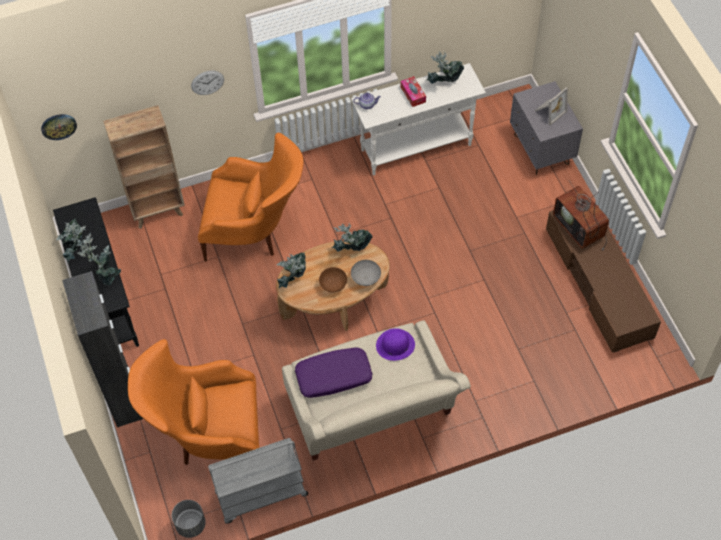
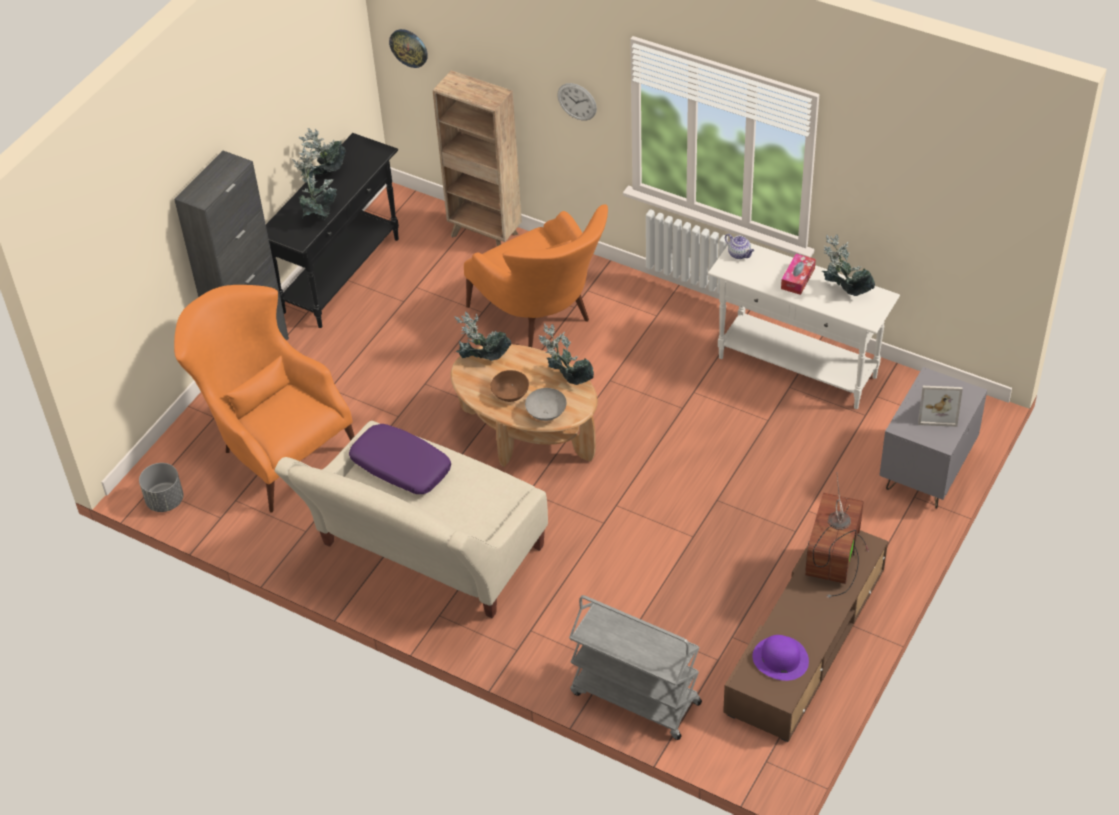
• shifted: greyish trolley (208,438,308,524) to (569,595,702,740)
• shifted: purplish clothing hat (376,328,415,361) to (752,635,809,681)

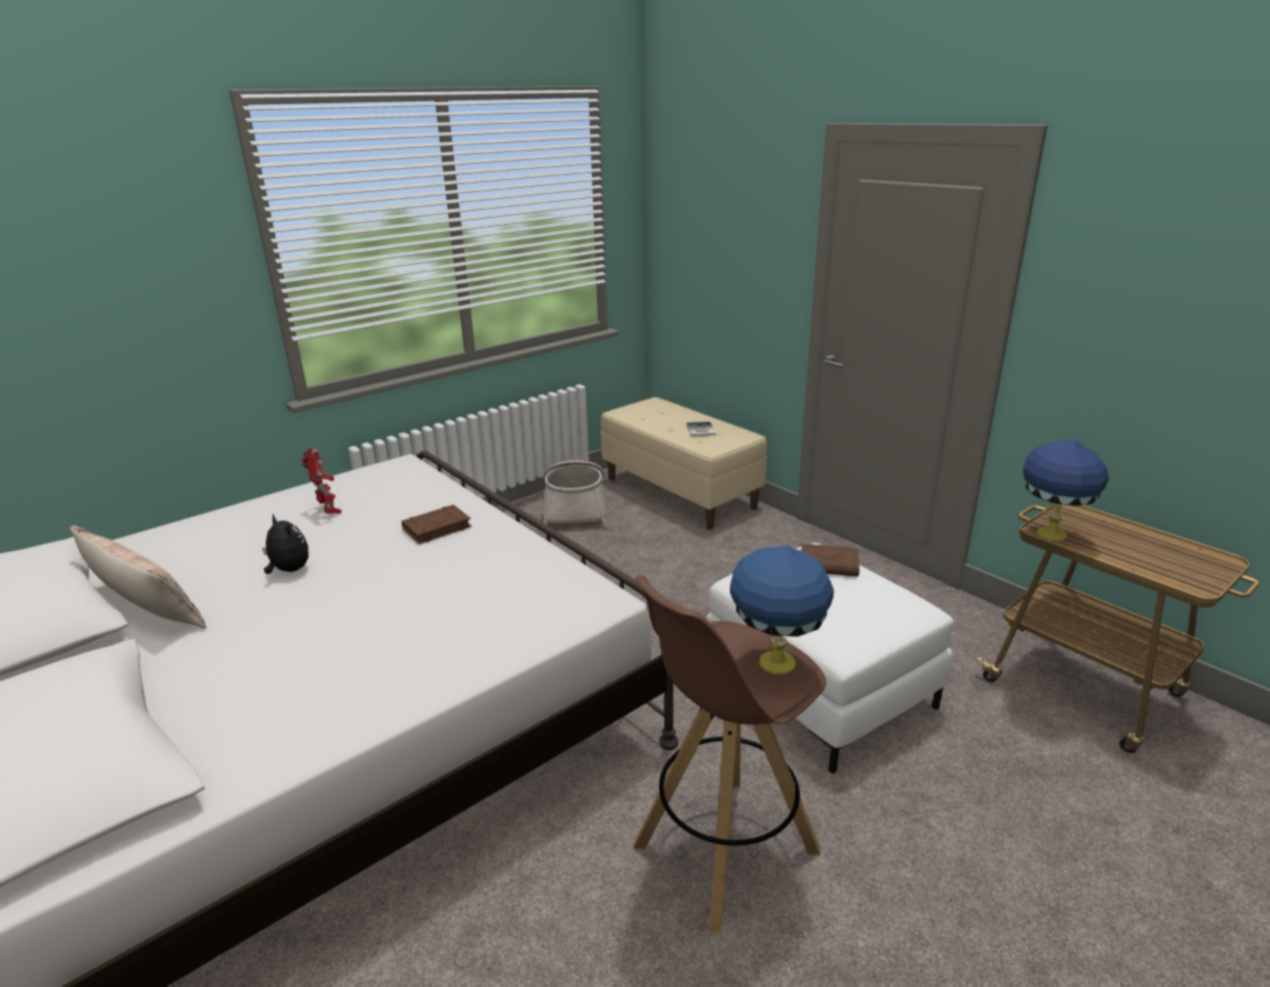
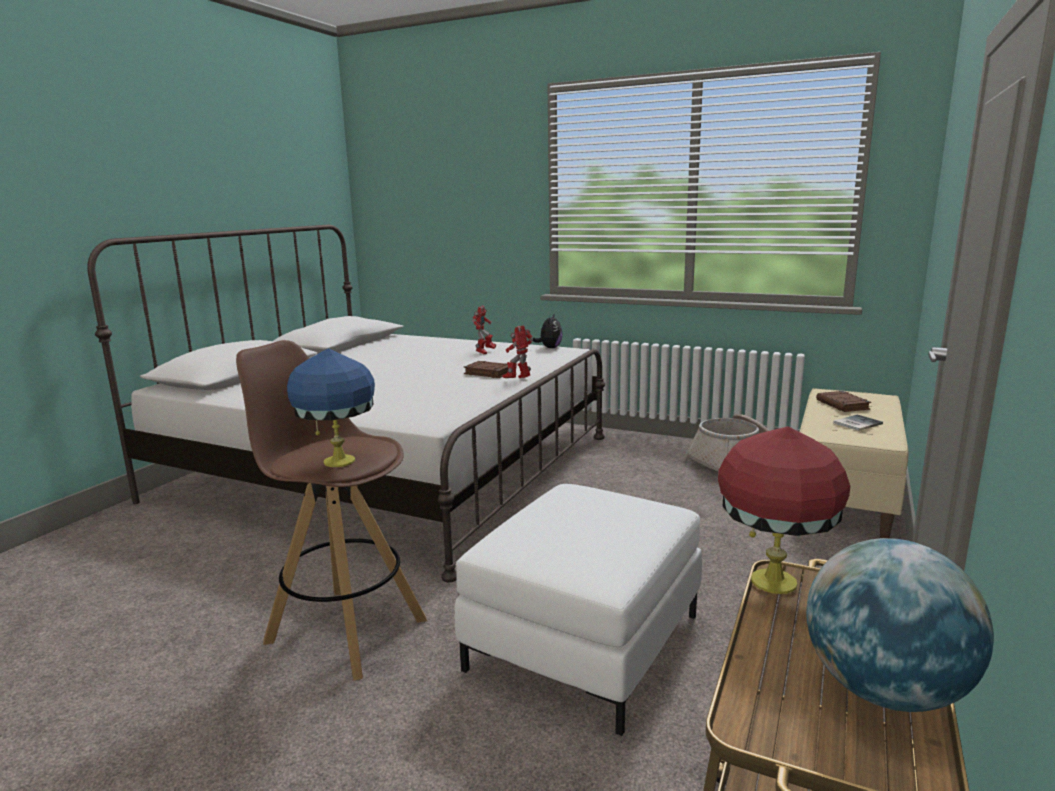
• gone: throw pillow (70,525,206,629)
• shifted: cuddly toy (262,514,308,574) to (533,313,563,348)
• shifted: brown book (801,544,860,577) to (816,391,871,412)
• repainted: blue-coloured lamp for a table (1023,439,1109,541) to reddish lamp for a table (718,426,850,594)
• new: toy robot (503,325,533,378)
• new: desk globe (806,538,994,712)

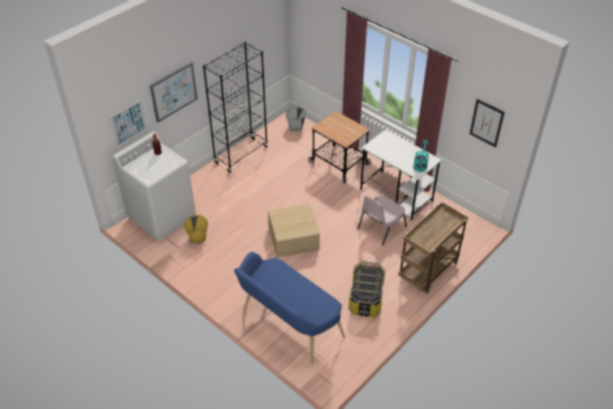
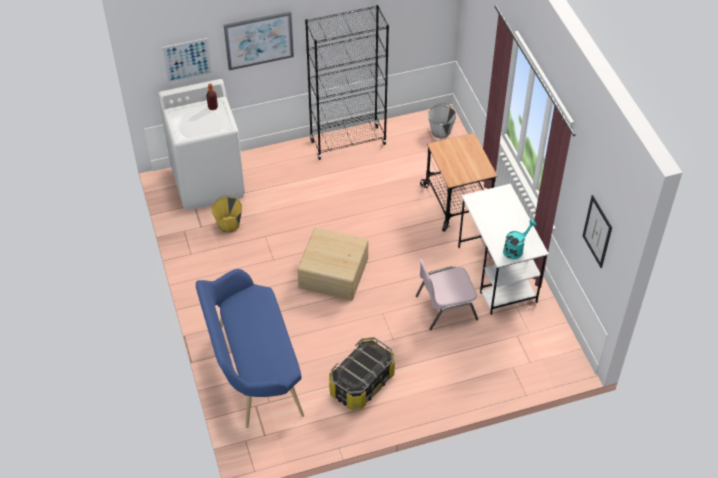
• gone: brown trolley (398,202,468,293)

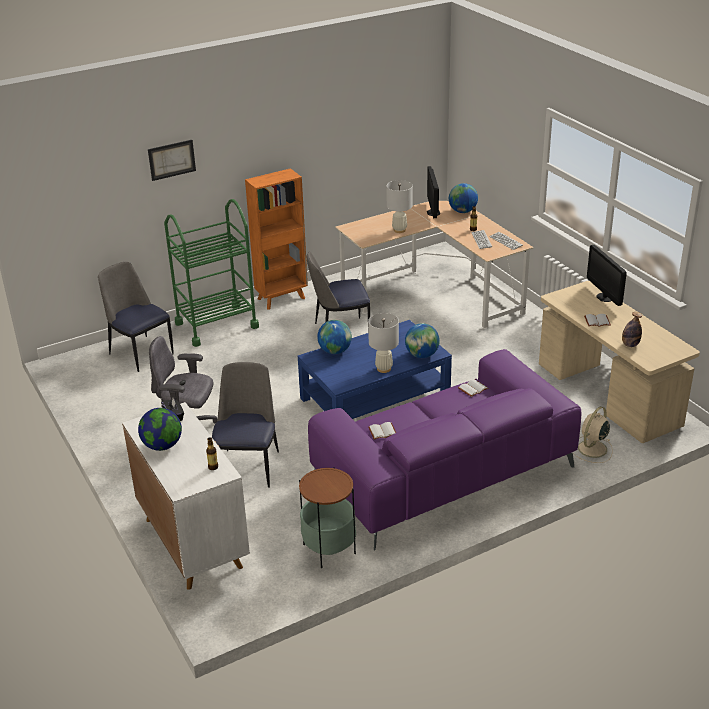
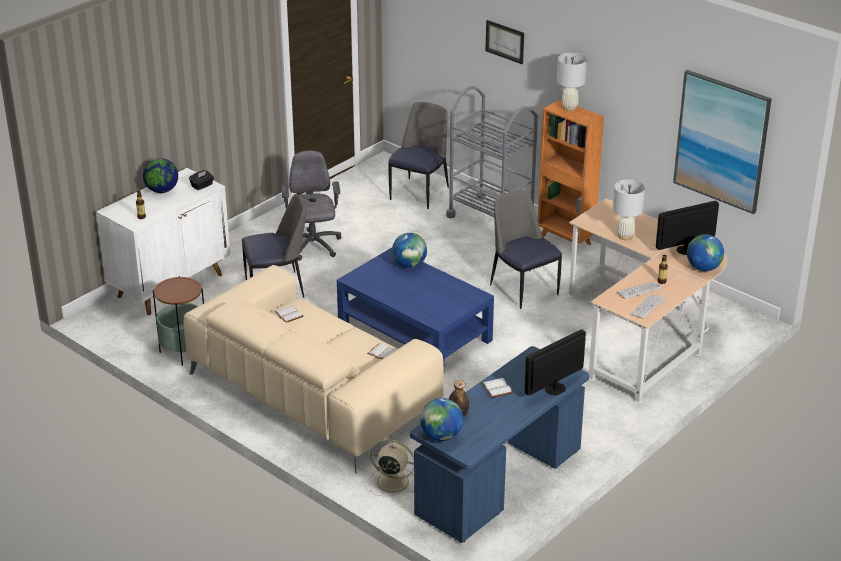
• repainted: green-coloured trolley (164,199,259,347) to greyish trolley (446,86,538,218)
• repainted: purplish settee (308,349,581,550) to beige-coloured settee (184,265,444,473)
• shifted: white lamp for a table (368,313,399,373) to (557,53,587,111)
• shifted: desk globe (405,323,440,358) to (420,398,463,441)
• repainted: beige-coloured desk table (539,281,700,443) to blue-coloured desk table (410,346,589,543)
• new: wall art (673,70,772,214)

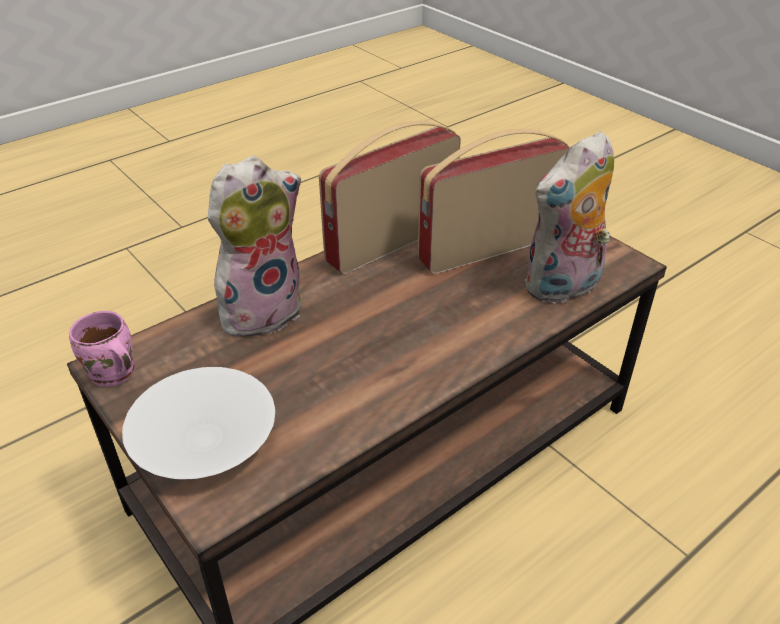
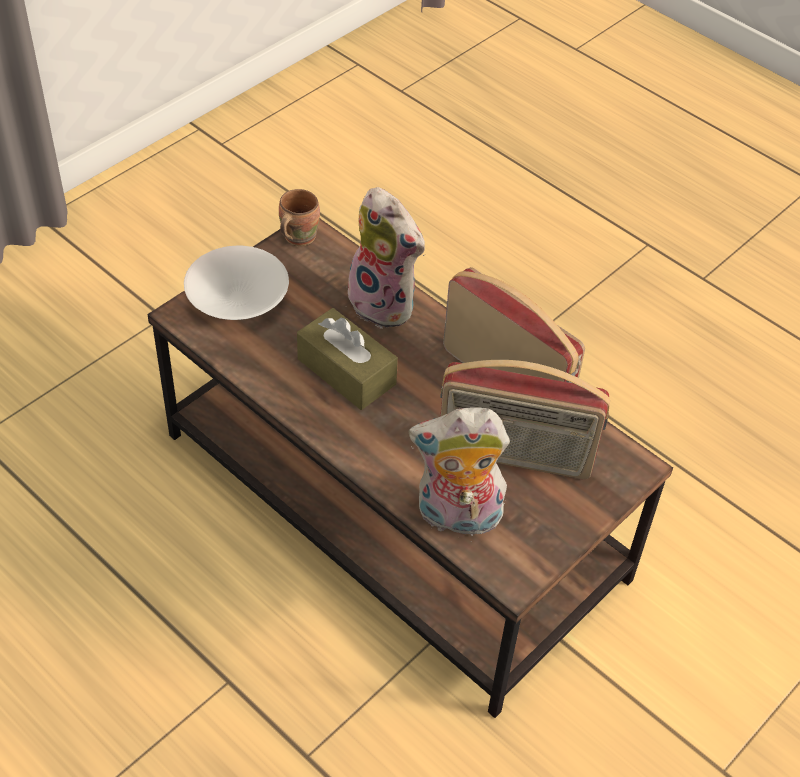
• repainted: pinkish coffee mug (69,311,135,387) to brown coffee mug (279,189,320,246)
• rotated: radio set (418,129,570,274) = (440,360,610,479) 135 degrees clockwise
• rotated: cuddly toy (525,131,614,303) = (409,407,510,536) 45 degrees counterclockwise
• new: brown tissue holder (297,308,398,410)

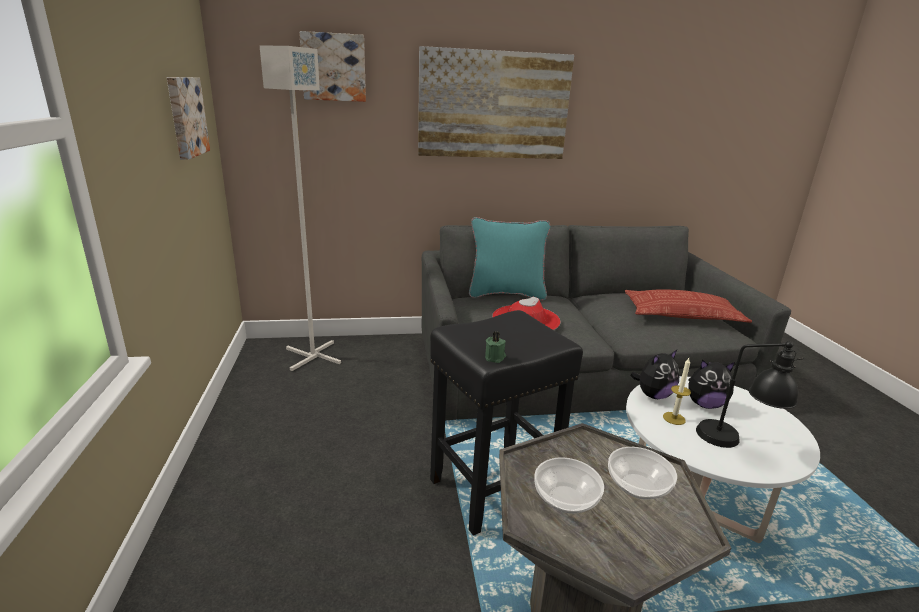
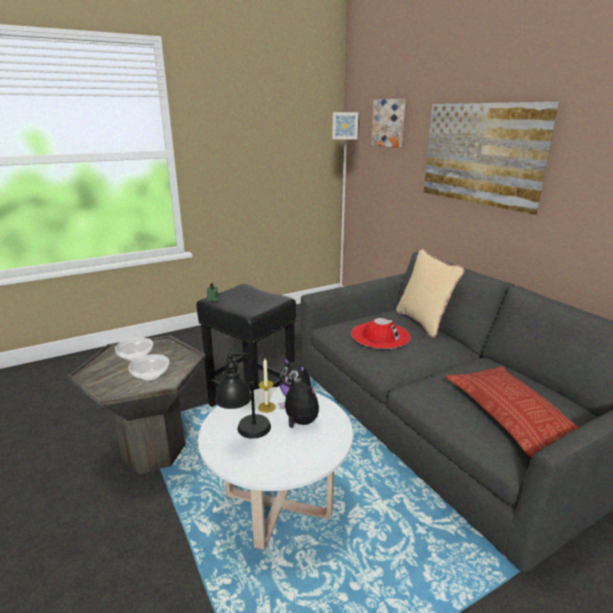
• gone: wall art (167,77,210,160)
• repainted: turquoise-coloured throw pillow (469,217,550,301) to beige-coloured throw pillow (396,249,464,338)
• rotated: cuddly toy (688,360,735,409) = (279,376,319,428) 150 degrees clockwise

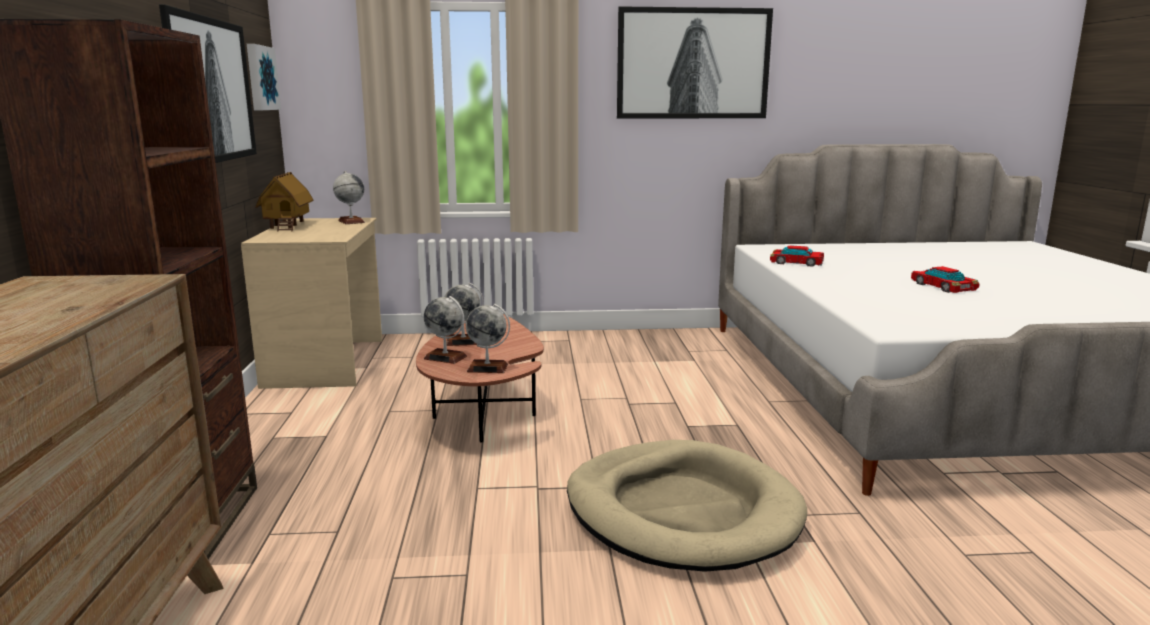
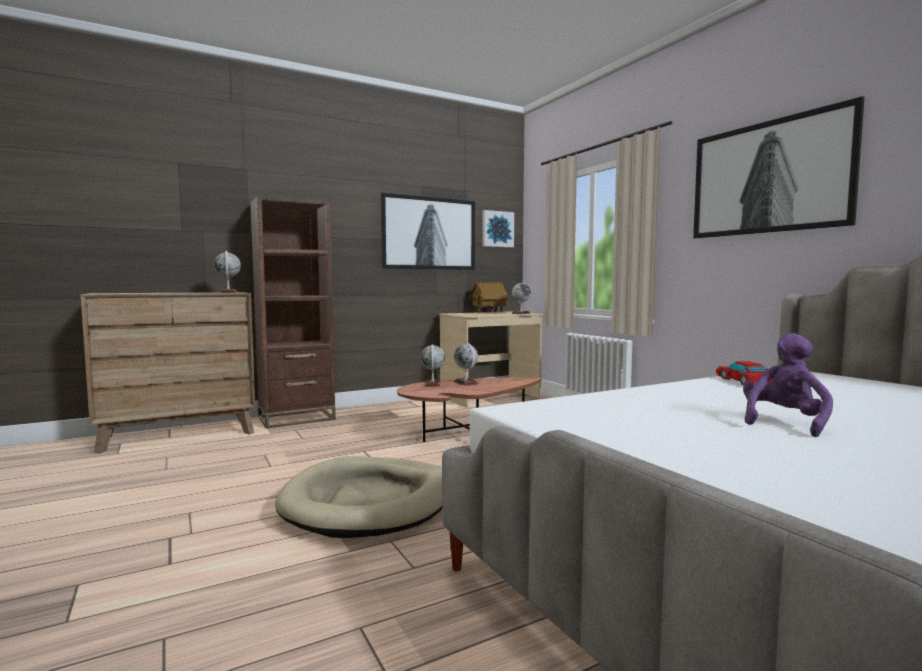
• shifted: desk globe (466,304,510,373) to (214,251,241,293)
• swapped: model car (911,266,980,293) to purplish cuddly toy (743,333,833,437)

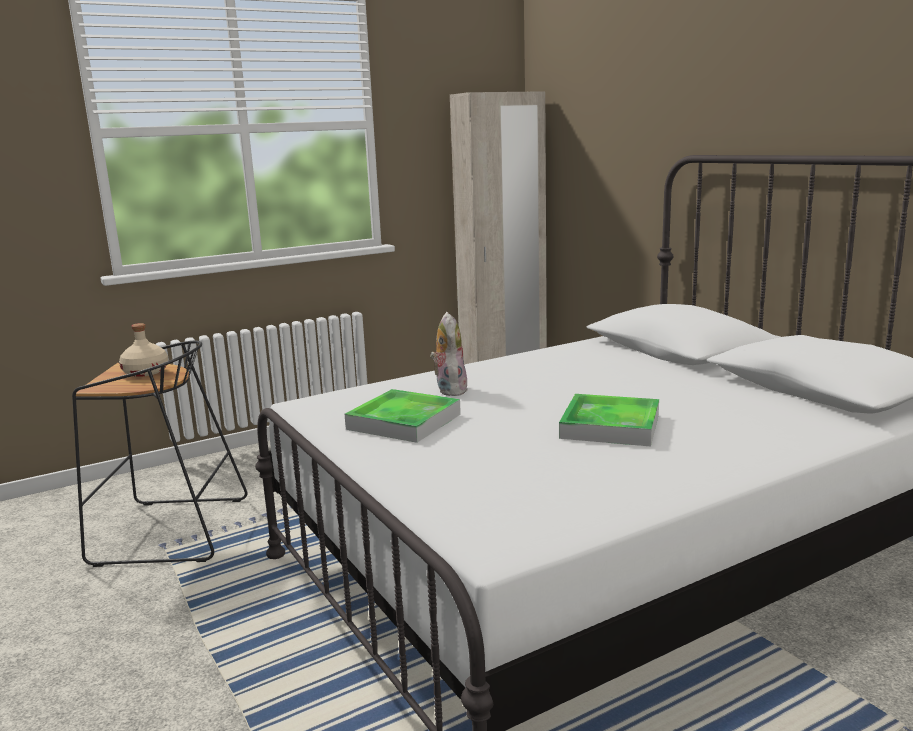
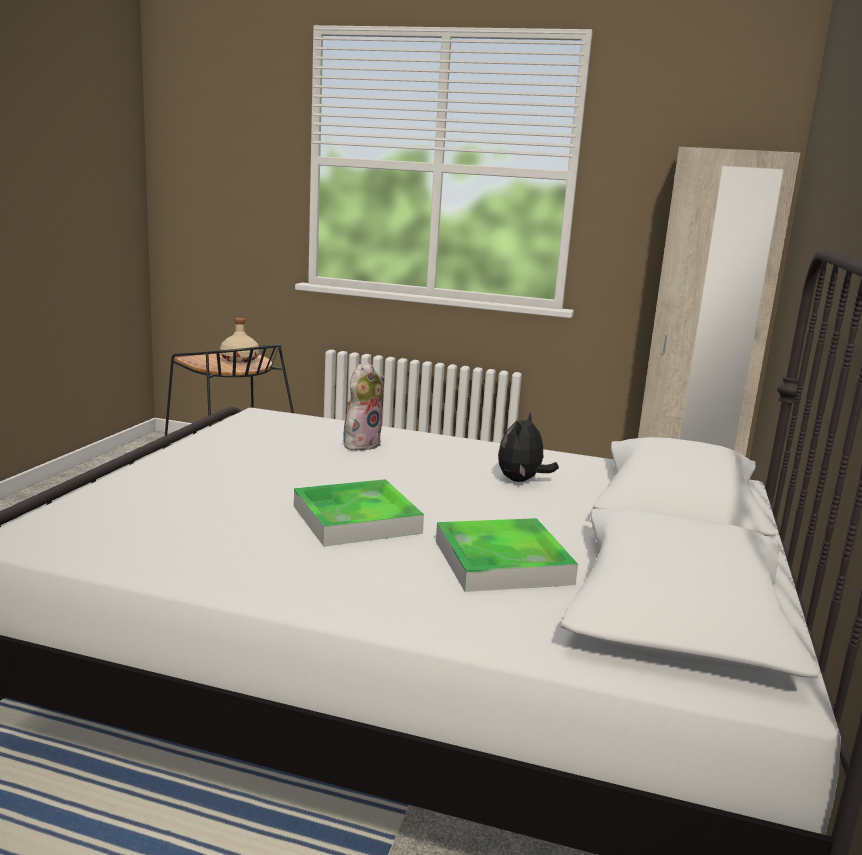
• shifted: tray (345,389,461,443) to (436,518,578,592)
• new: cuddly toy (498,412,559,482)

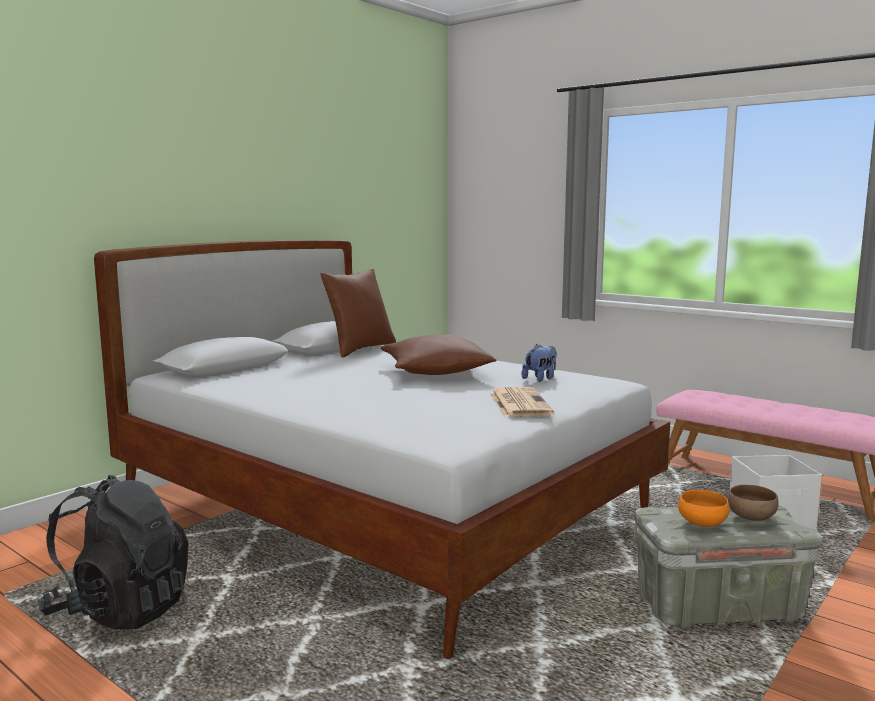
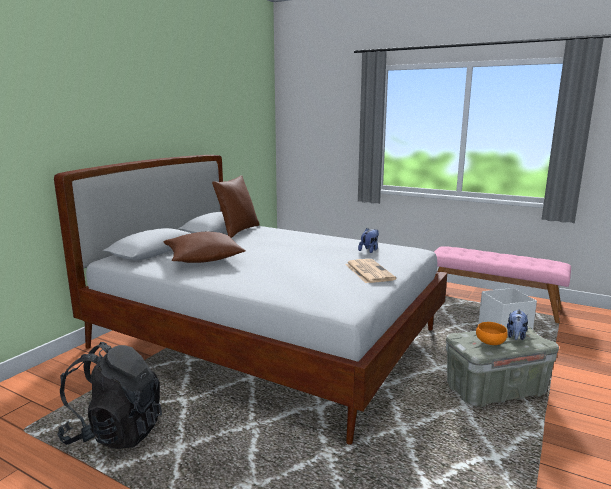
• shifted: brown throw pillow (381,335,497,375) to (163,232,245,263)
• swapped: brown deep dish (727,485,778,521) to cuddly toy (507,309,528,340)

